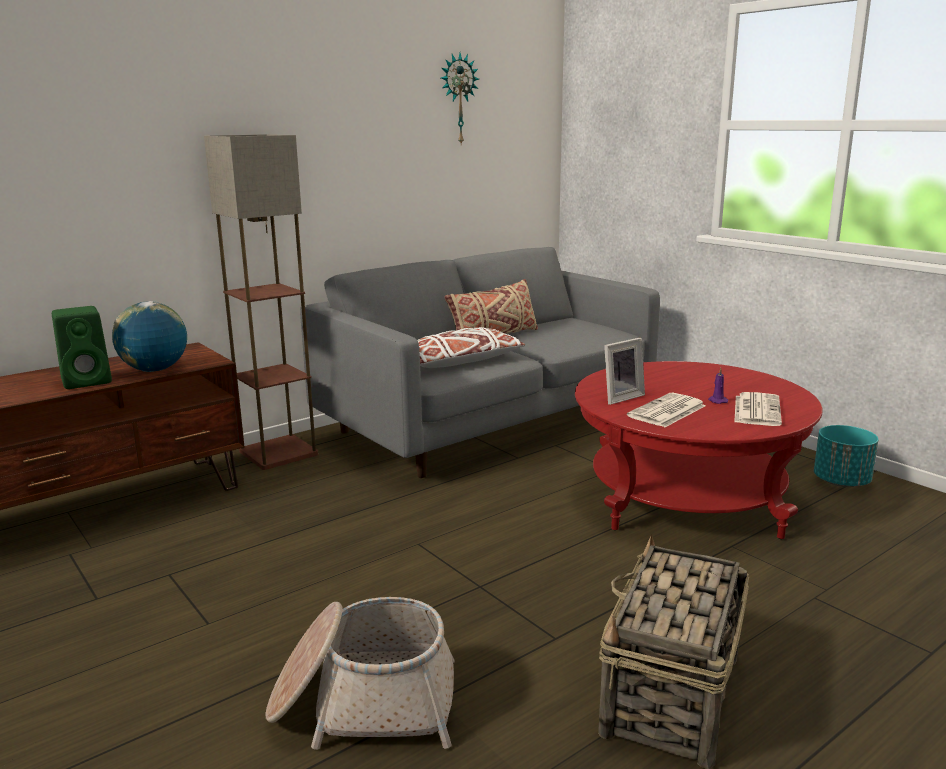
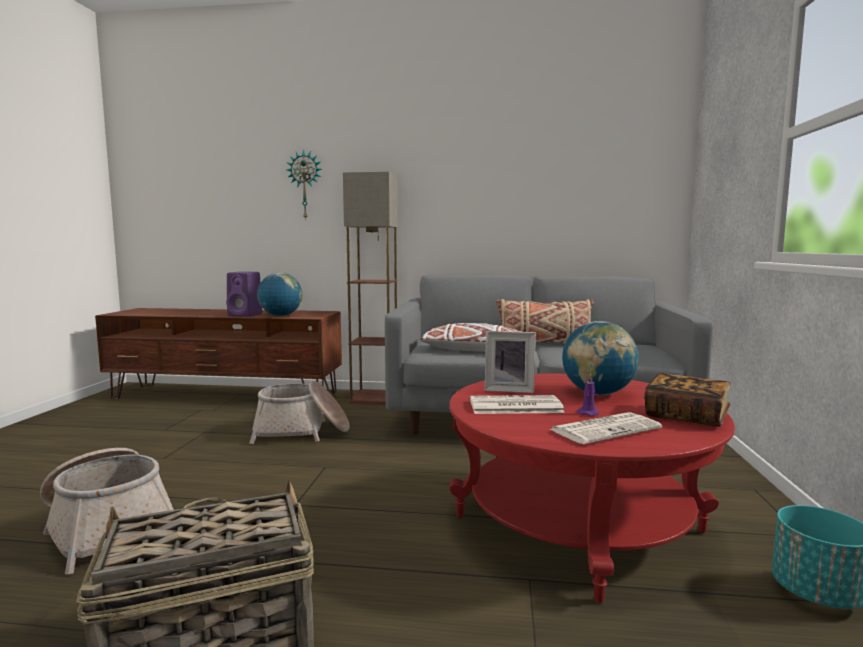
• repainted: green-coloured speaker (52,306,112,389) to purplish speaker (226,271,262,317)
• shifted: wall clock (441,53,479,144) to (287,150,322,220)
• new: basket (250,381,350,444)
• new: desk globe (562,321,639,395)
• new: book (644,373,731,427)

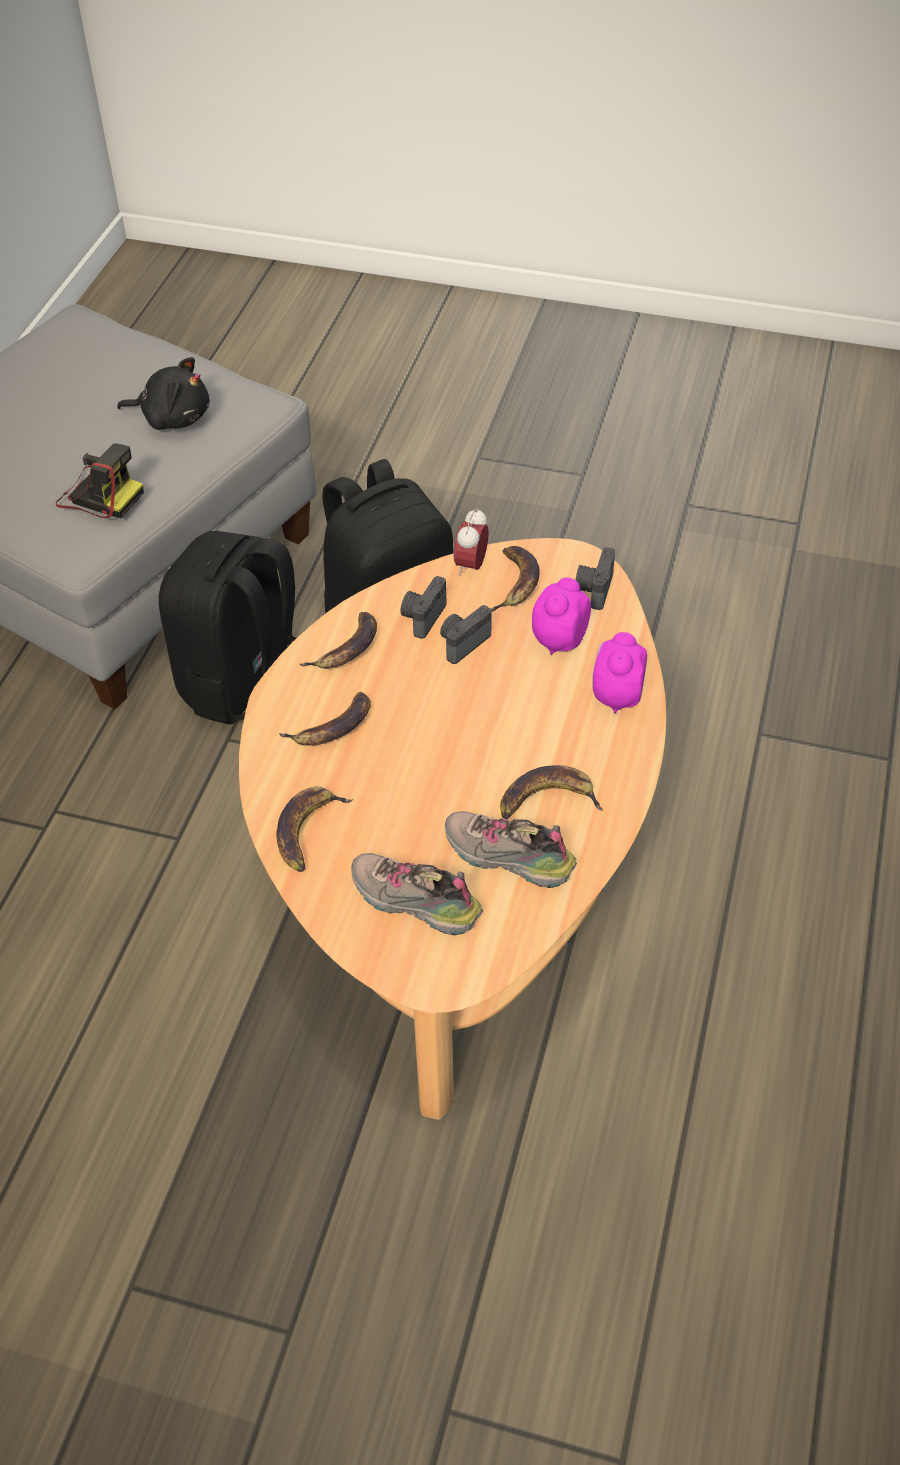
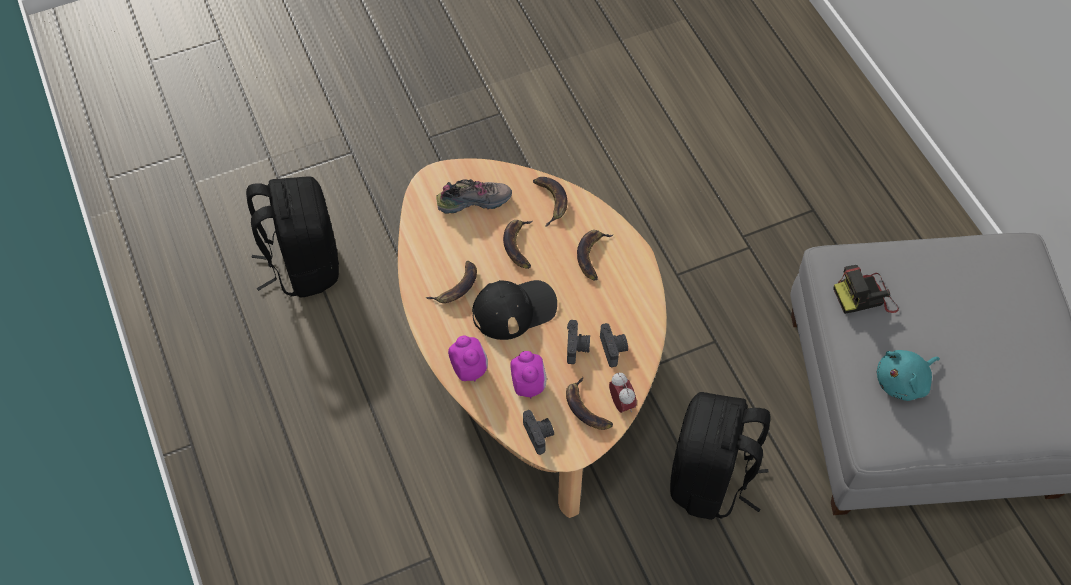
• repainted: blackish cuddly toy (117,357,210,430) to turquoise-coloured cuddly toy (877,350,940,401)
• shifted: blackish rucksack (159,531,296,725) to (246,176,339,298)
• shifted: banana (299,612,377,669) to (503,220,533,269)
• gone: item of footwear (445,811,577,888)
• new: blackish baseball cap (472,280,557,340)

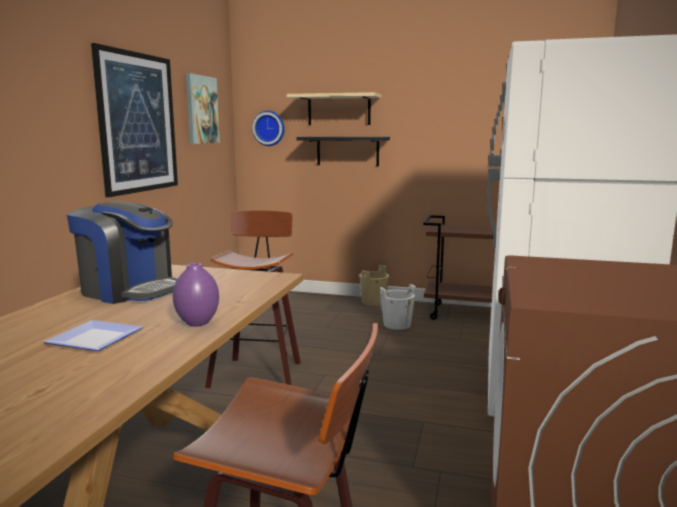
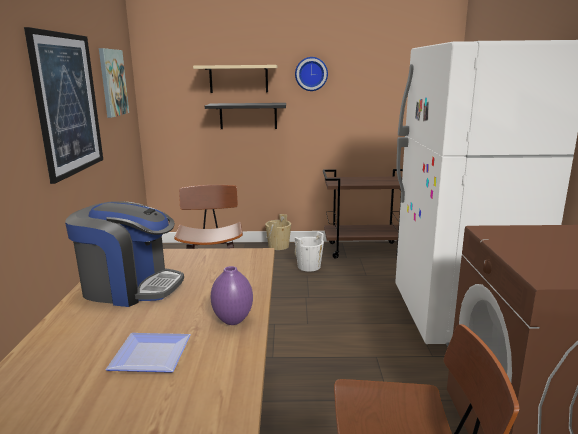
• shifted: wall clock (252,111,285,146) to (295,57,328,91)

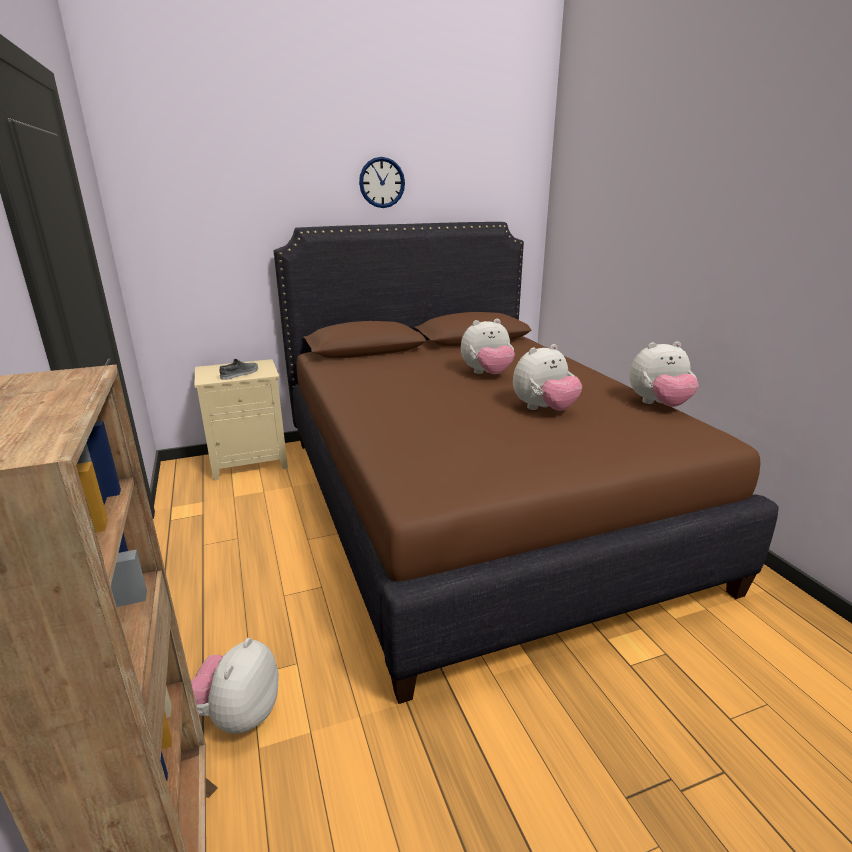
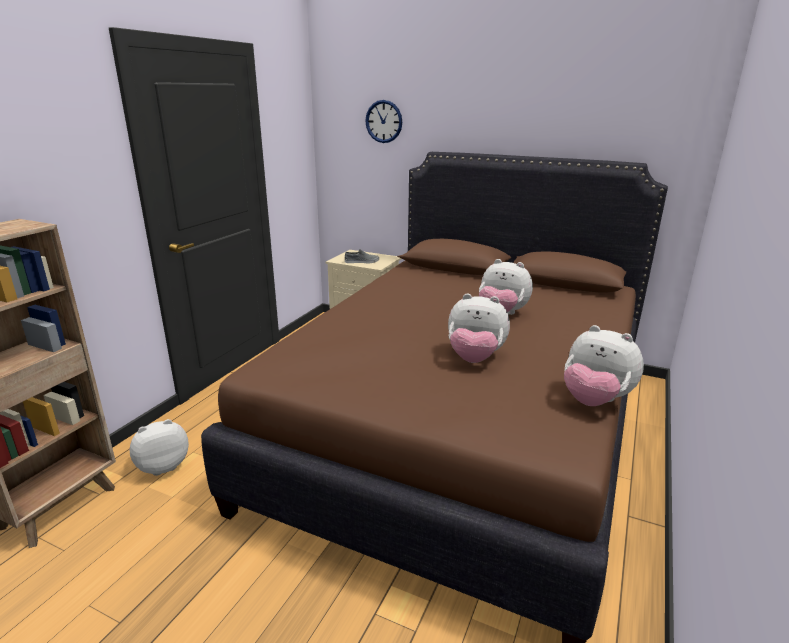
• shifted: wall clock (359,157,405,208) to (365,100,402,143)

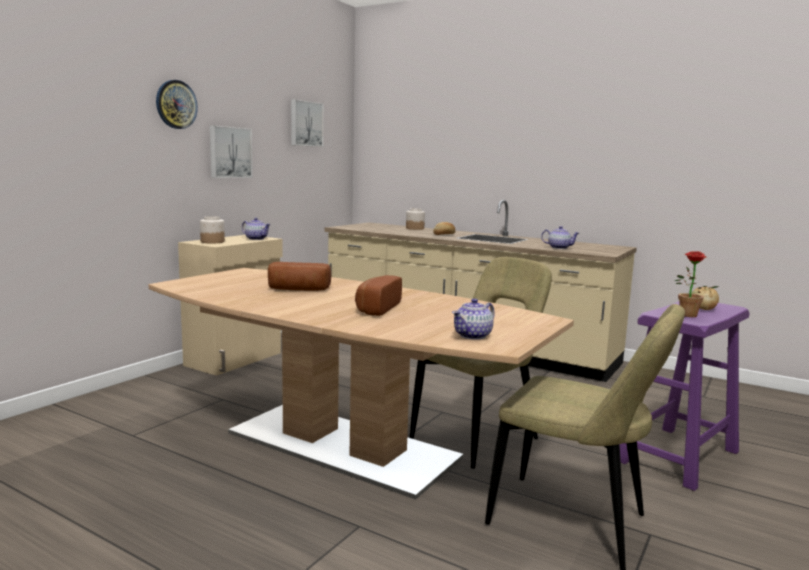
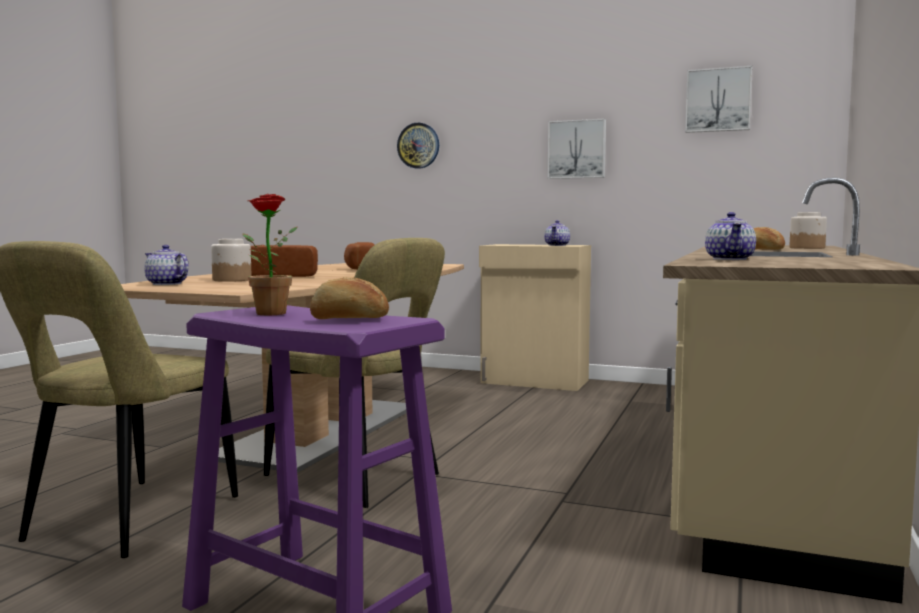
• shifted: wall clock (156,80,198,129) to (397,123,439,169)
• shifted: storage jar (200,216,225,243) to (211,239,252,282)

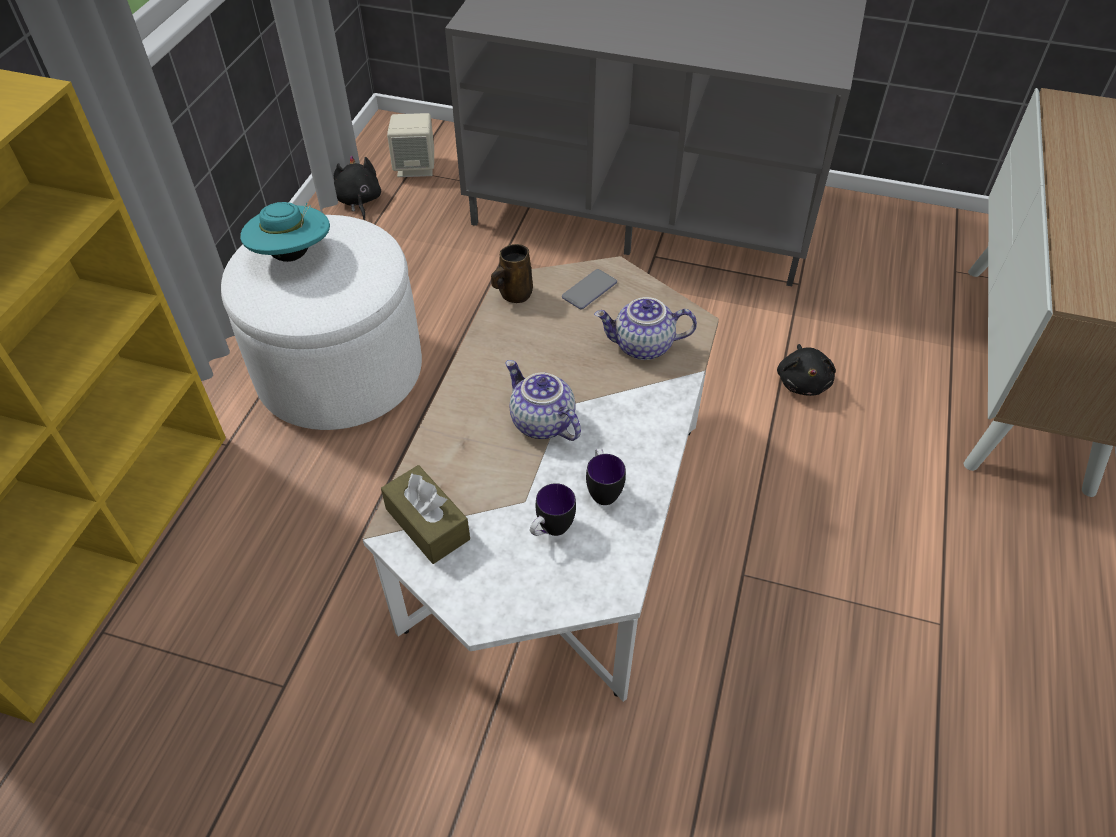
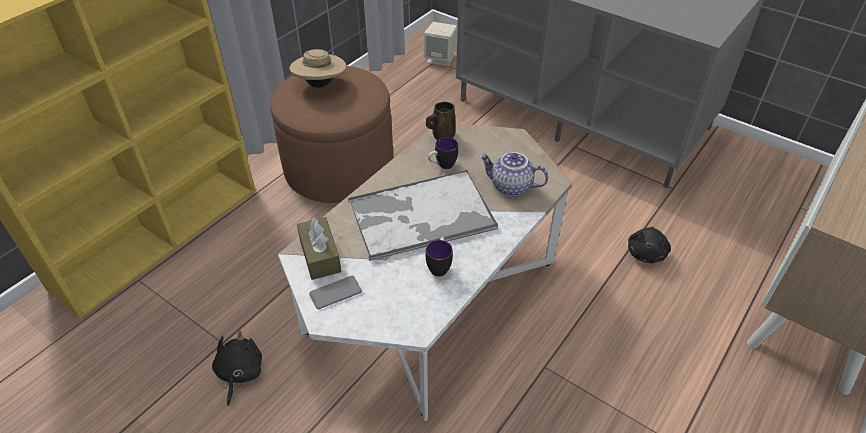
• repainted: white ottoman (221,215,422,430) to brown ottoman (270,66,393,203)
• repainted: turquoise-coloured clothing hat (240,202,330,262) to beige-coloured clothing hat (289,49,347,88)
• shifted: blackish cuddly toy (334,155,381,220) to (212,331,262,406)
• swapped: teapot (505,360,581,441) to tray (348,170,498,261)
• shifted: coffee mug (530,483,576,536) to (428,137,458,169)
• shifted: handset (562,269,617,310) to (309,276,362,309)

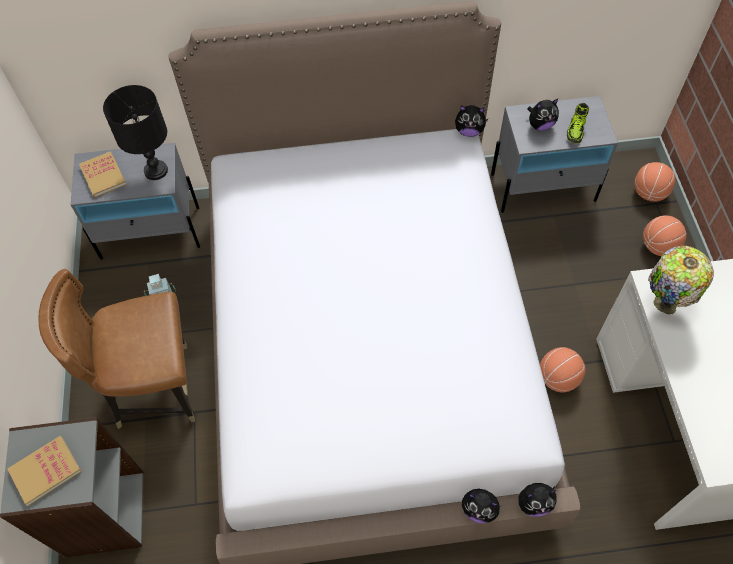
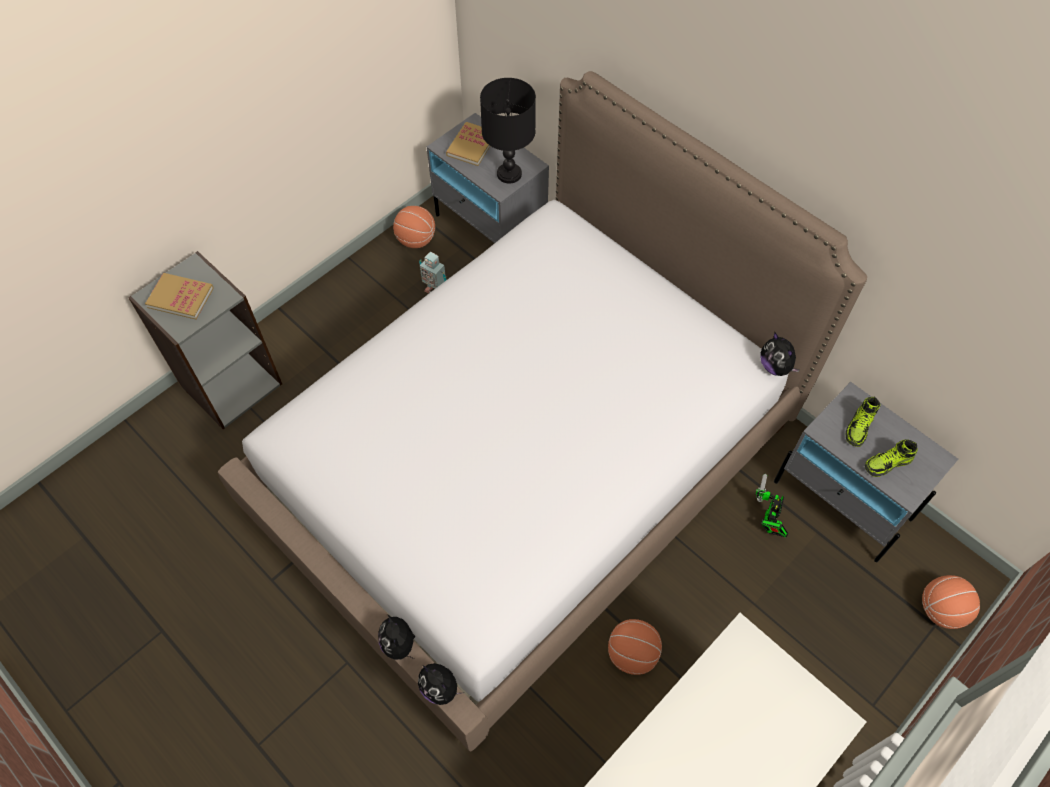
• gone: brown chair (38,269,195,429)
• swapped: cuddly toy (527,98,559,131) to item of footwear (846,397,880,447)
• shifted: basketball ball (643,215,686,256) to (393,206,435,248)
• gone: lamp for a table (648,246,714,315)
• new: toy robot (756,473,788,538)

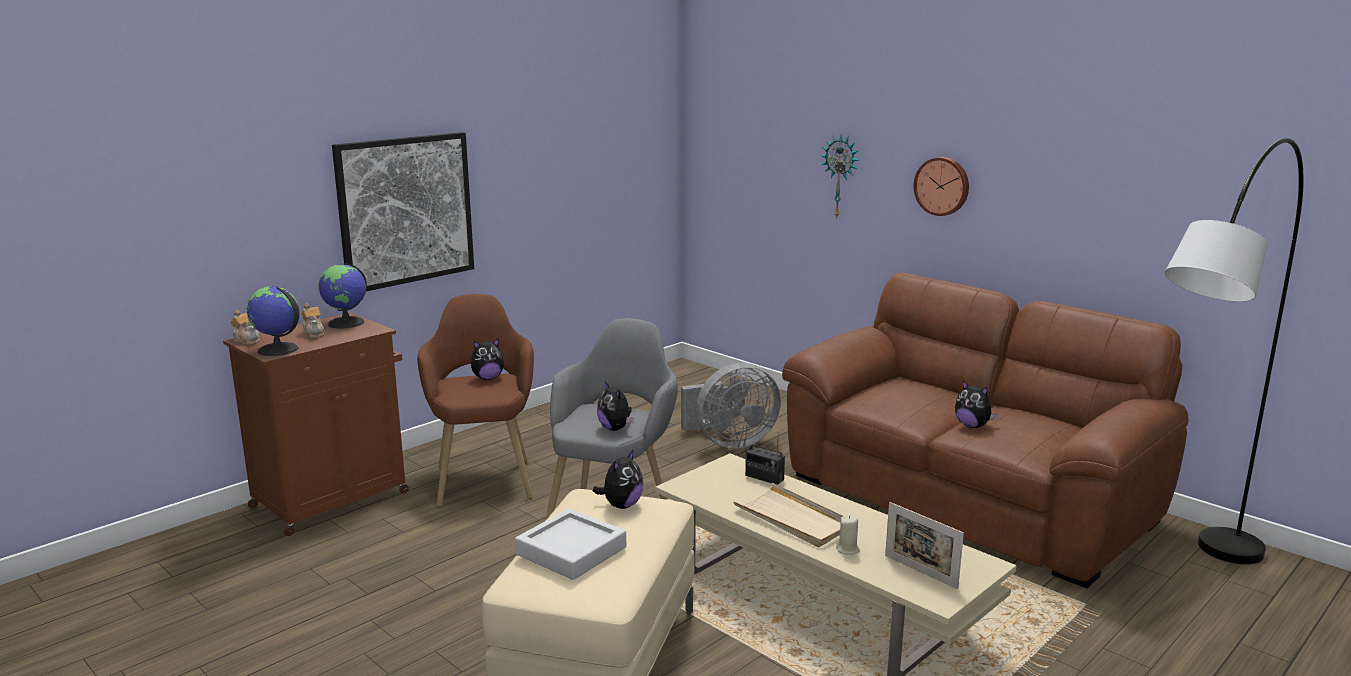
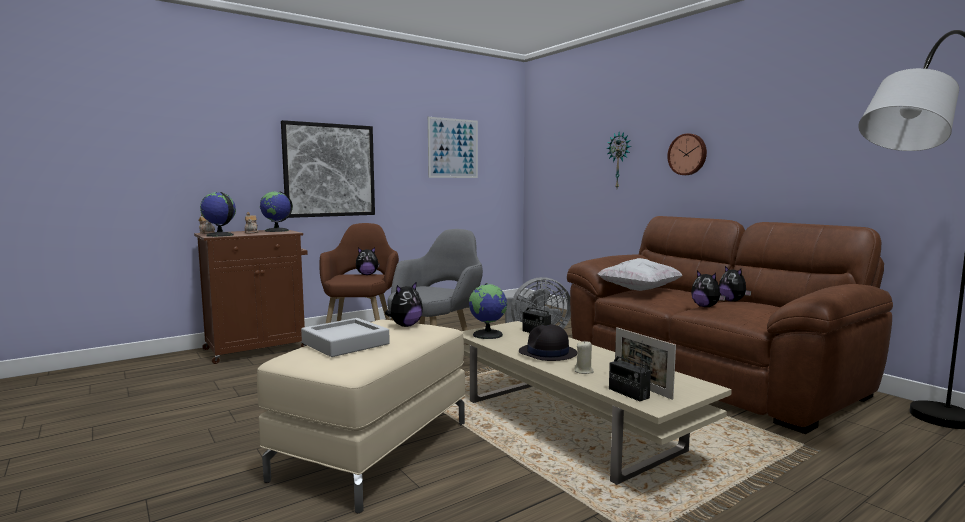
• shifted: cuddly toy (597,381,634,431) to (719,266,751,302)
• swapped: beige-coloured tray (733,483,843,547) to blackish clothing hat (519,324,577,361)
• new: wall art (428,117,478,178)
• new: desk globe (469,283,507,339)
• new: white throw pillow (598,258,682,291)
• new: radio set (609,346,651,402)

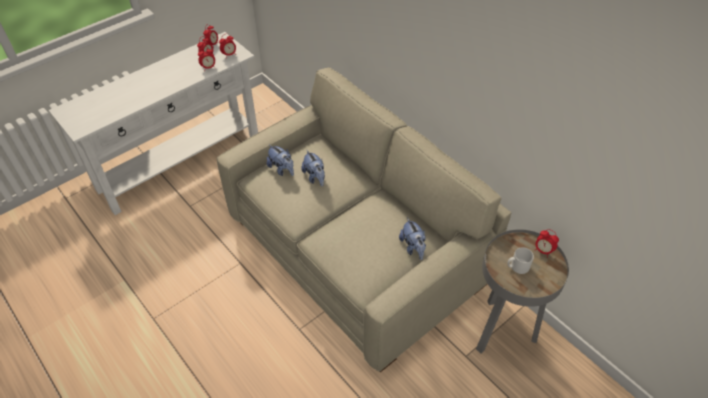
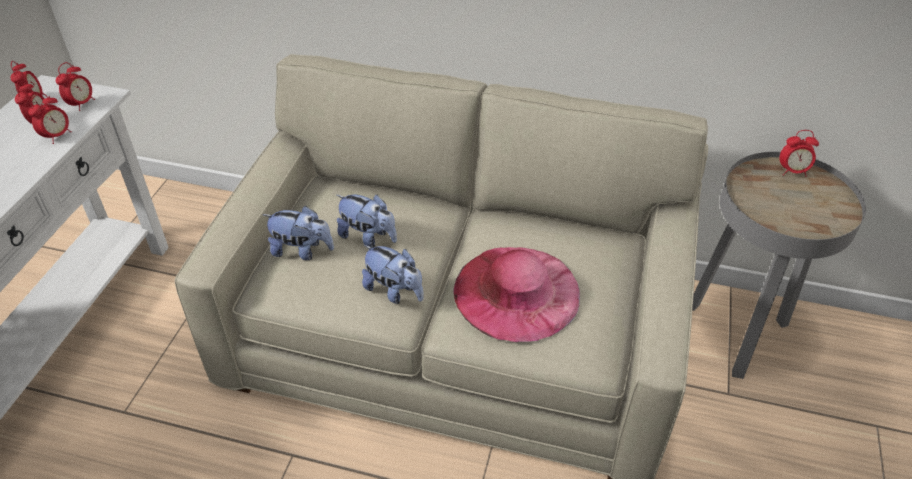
• shifted: cuddly toy (399,218,426,260) to (362,245,423,304)
• gone: greyish coffee mug (507,247,534,274)
• new: pinkish clothing hat (453,247,580,342)

